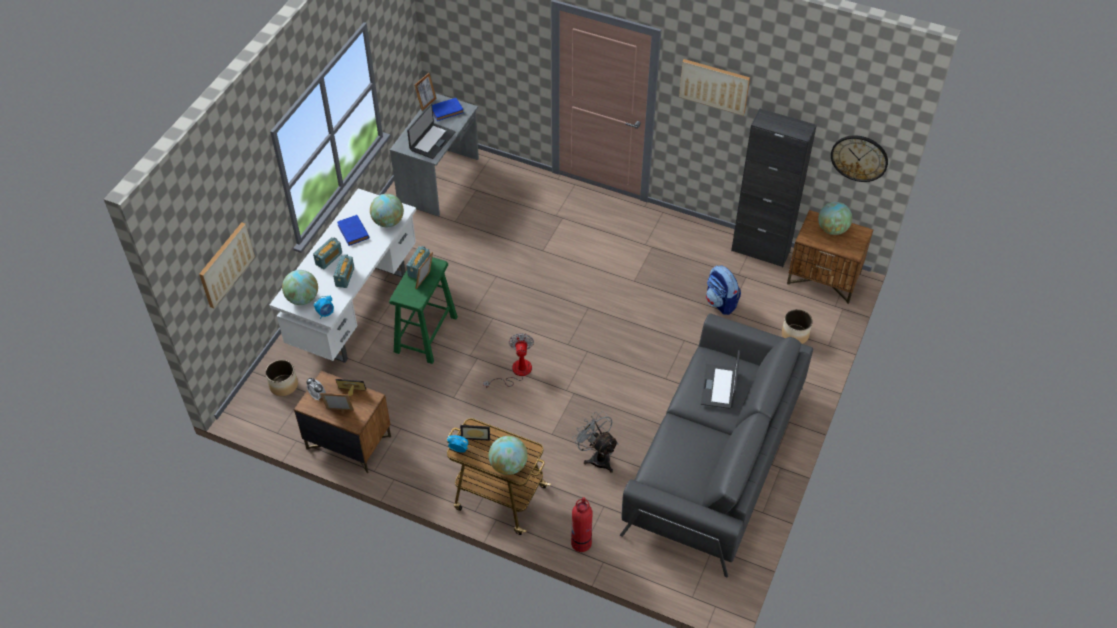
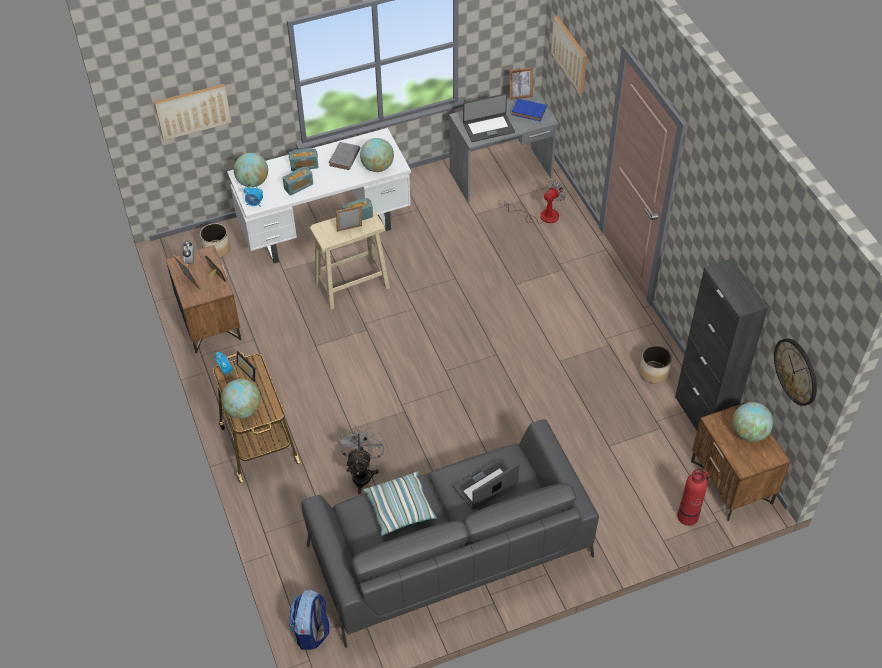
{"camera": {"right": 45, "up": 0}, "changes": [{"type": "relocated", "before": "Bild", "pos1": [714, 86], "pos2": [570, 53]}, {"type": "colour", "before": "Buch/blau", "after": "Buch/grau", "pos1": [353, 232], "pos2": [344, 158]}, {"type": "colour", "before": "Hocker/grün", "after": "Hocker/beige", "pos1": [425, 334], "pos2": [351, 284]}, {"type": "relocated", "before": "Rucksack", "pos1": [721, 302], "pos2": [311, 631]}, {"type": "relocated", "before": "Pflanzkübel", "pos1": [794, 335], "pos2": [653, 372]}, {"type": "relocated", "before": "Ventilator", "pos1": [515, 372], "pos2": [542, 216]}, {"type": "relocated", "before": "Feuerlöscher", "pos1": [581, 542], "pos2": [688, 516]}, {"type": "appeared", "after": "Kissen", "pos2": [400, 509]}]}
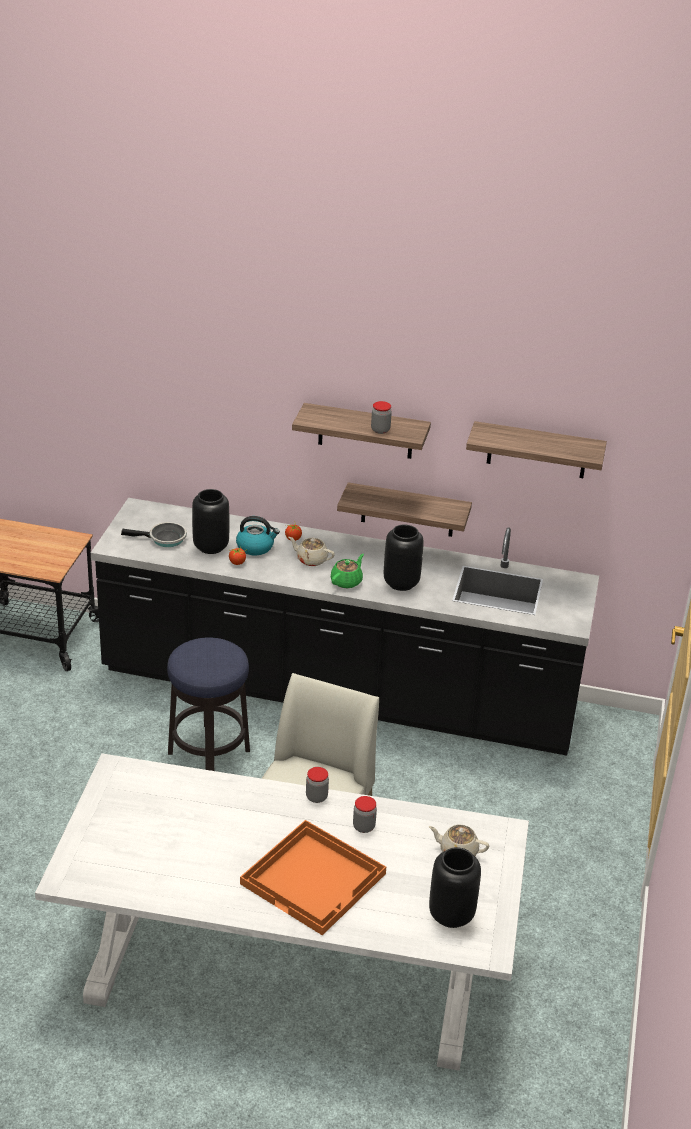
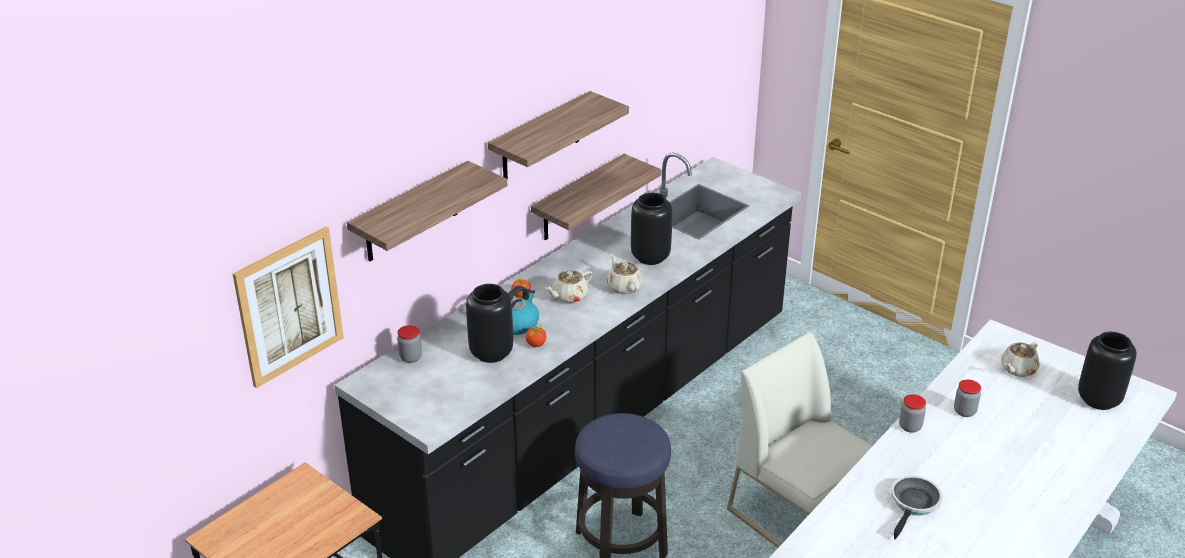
{"camera": {"right": -60, "up": 0}, "changes": [{"type": "relocated", "before": "Vorratsglas", "pos1": [380, 430], "pos2": [410, 357]}, {"type": "relocated", "before": "Wandregal", "pos1": [537, 450], "pos2": [411, 213]}, {"type": "relocated", "before": "Pfanne", "pos1": [164, 539], "pos2": [914, 504]}, {"type": "colour", "before": "Teekanne/grün", "after": "Teekanne/beige", "pos1": [347, 581], "pos2": [624, 286]}, {"type": "missing", "before": "Tablett/orange", "pos1": [315, 878]}, {"type": "appeared", "after": "Bild", "pos2": [289, 306]}]}
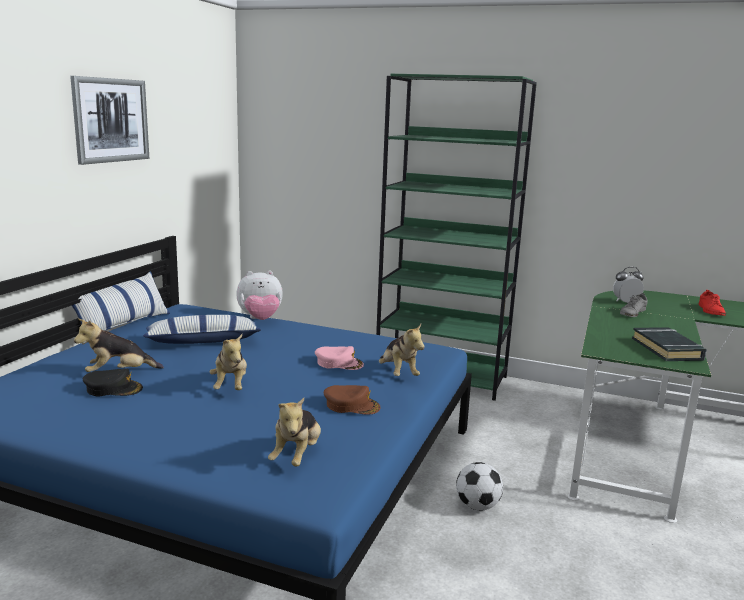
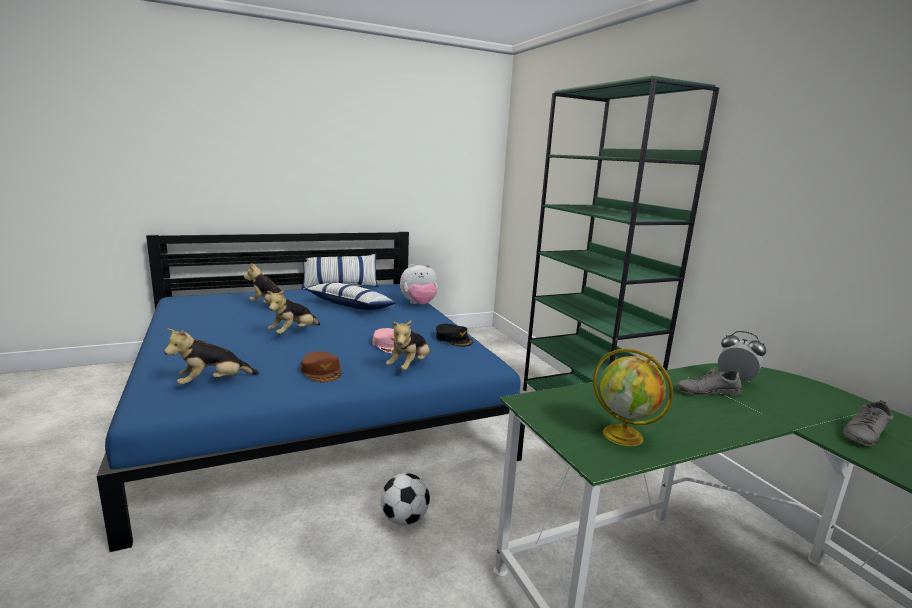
{"camera": {"right": 45, "up": 0}, "changes": [{"type": "missing", "before": "Bild", "pos1": [111, 120]}, {"type": "spun", "before": "Plüschtier", "pos1": [260, 319], "pos2": [419, 304], "turn": -45}, {"type": "colour", "before": "Schuh/rot", "after": "Schuh/grau", "pos1": [711, 311], "pos2": [865, 433]}, {"type": "exchanged", "before": "Buch/schwarz", "after": "Globus", "pos1": [667, 349], "pos2": [624, 436]}, {"type": "relocated", "before": "Kappe/schwarz", "pos1": [113, 388], "pos2": [454, 339]}]}
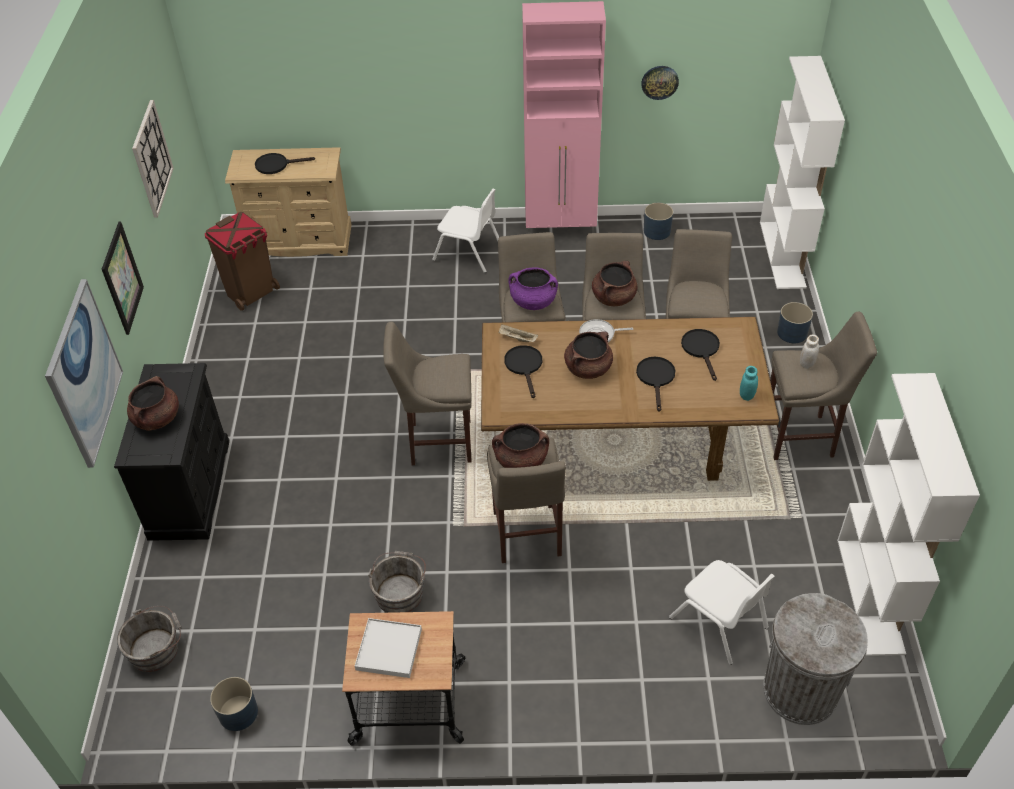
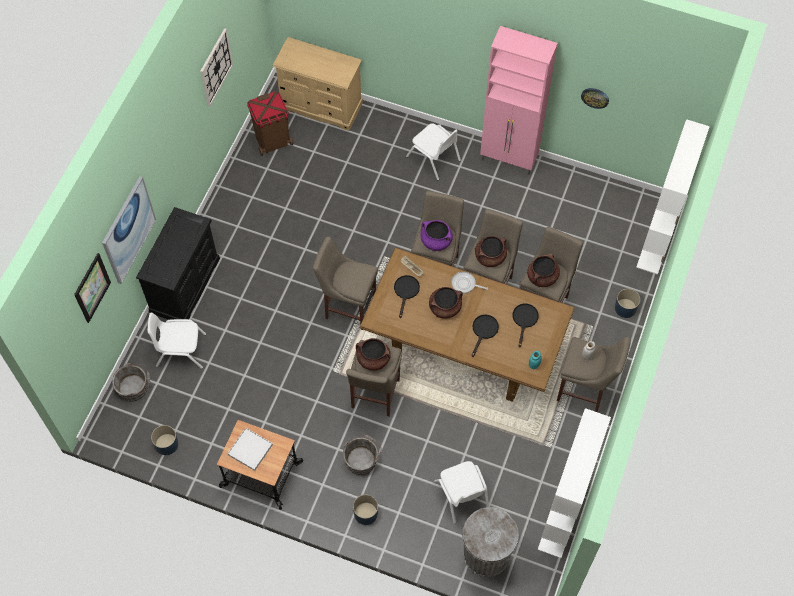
{"camera": {"right": 20, "up": 15}, "changes": [{"type": "missing", "before": "Pfanne/schwarz", "pos1": [276, 165]}, {"type": "relocated", "before": "Pflanzkübel/blau", "pos1": [656, 231], "pos2": [365, 513]}, {"type": "relocated", "before": "Bild", "pos1": [122, 278], "pos2": [92, 288]}, {"type": "relocated", "before": "Kochtopf/braun", "pos1": [157, 419], "pos2": [542, 277]}, {"type": "relocated", "before": "Eimer/grau", "pos1": [400, 592], "pos2": [362, 458]}, {"type": "appeared", "after": "Stuhl/weiß", "pos2": [180, 350]}]}
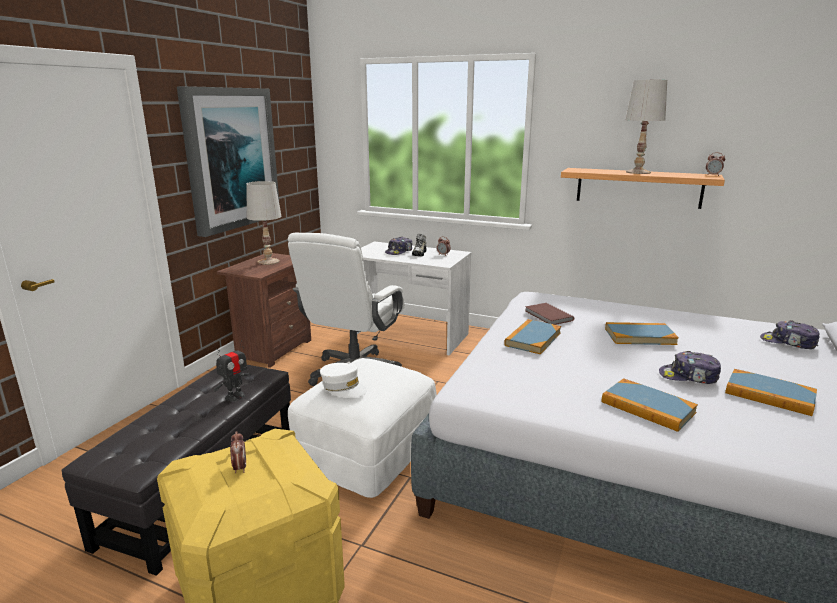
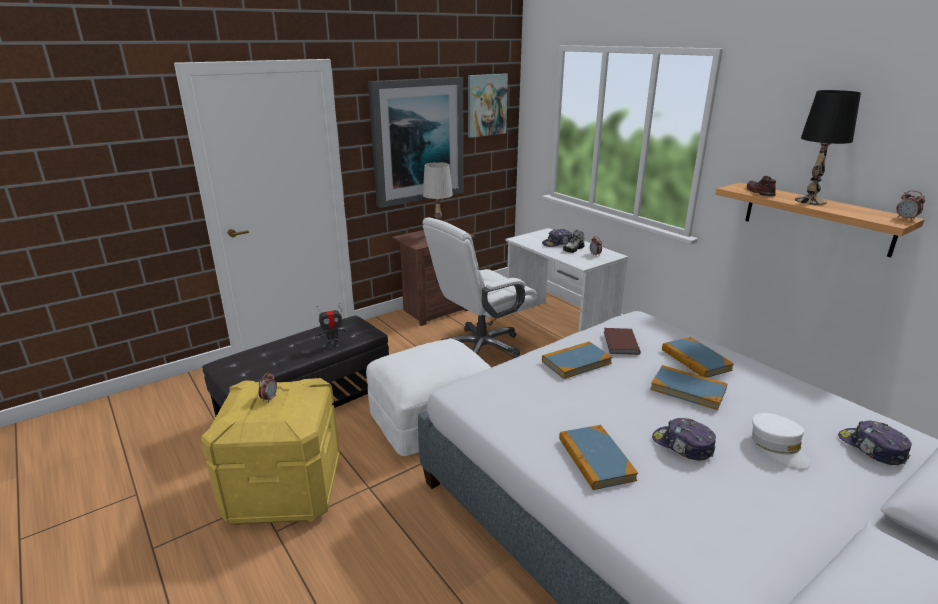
{"camera": {"right": 30, "up": 5}, "changes": [{"type": "colour", "before": "Tischlampe/weiß", "after": "Tischlampe/schwarz", "pos1": [637, 172], "pos2": [810, 201]}, {"type": "relocated", "before": "Kappe/weiß", "pos1": [343, 387], "pos2": [778, 447]}, {"type": "relocated", "before": "Buch", "pos1": [769, 395], "pos2": [695, 360]}, {"type": "appeared", "after": "Bild", "pos2": [486, 105]}, {"type": "appeared", "after": "Schuh/braun", "pos2": [759, 192]}]}
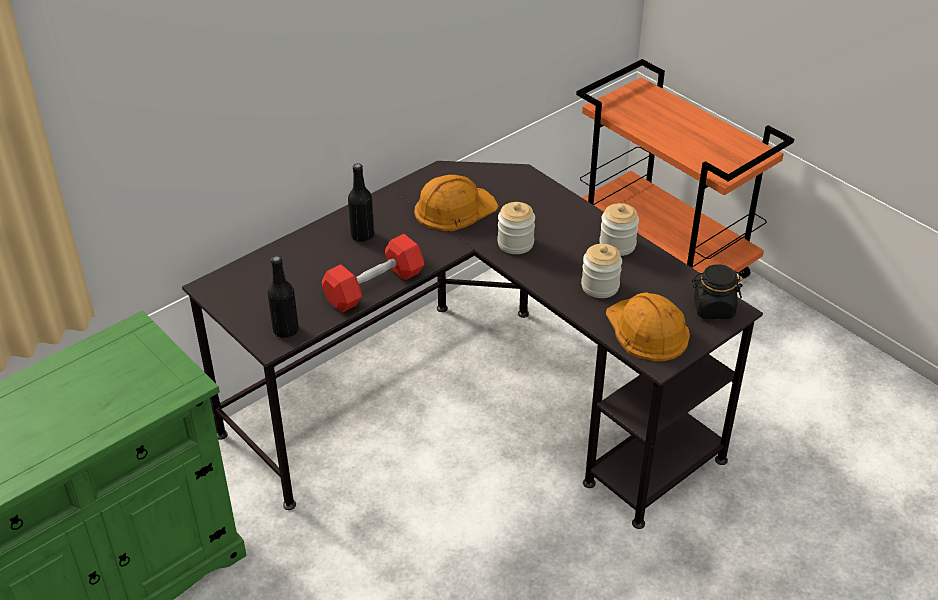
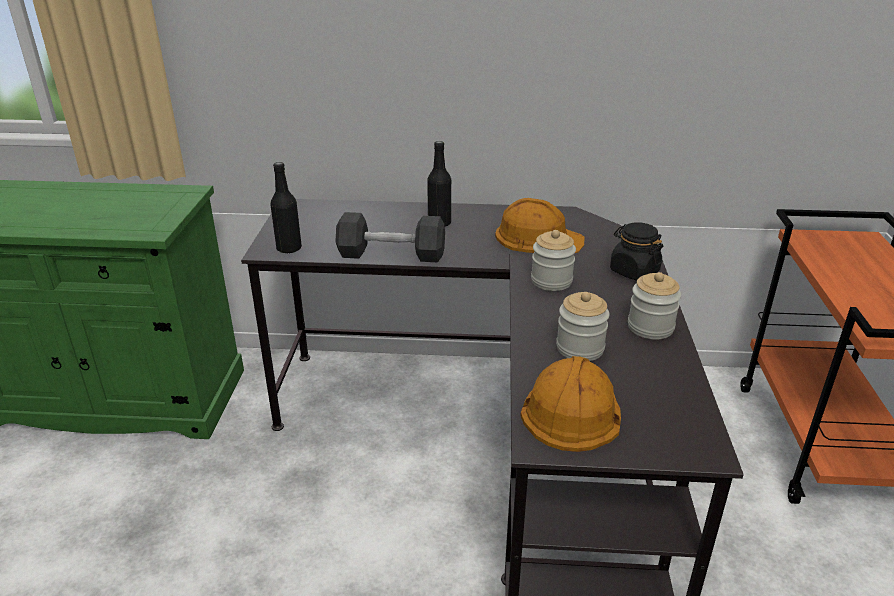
{"camera": {"right": 45, "up": -10}, "changes": [{"type": "colour", "before": "Hantel/rot", "after": "Hantel/schwarz", "pos1": [374, 287], "pos2": [391, 254]}, {"type": "relocated", "before": "Vorratsglas/schwarz", "pos1": [713, 308], "pos2": [634, 271]}]}
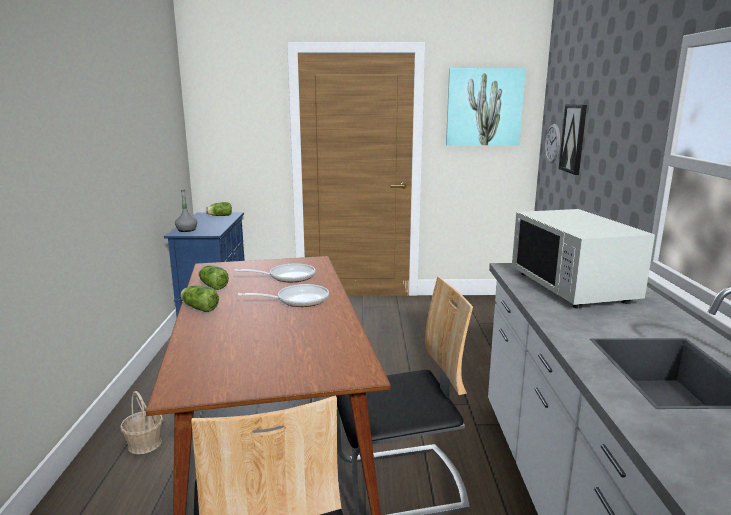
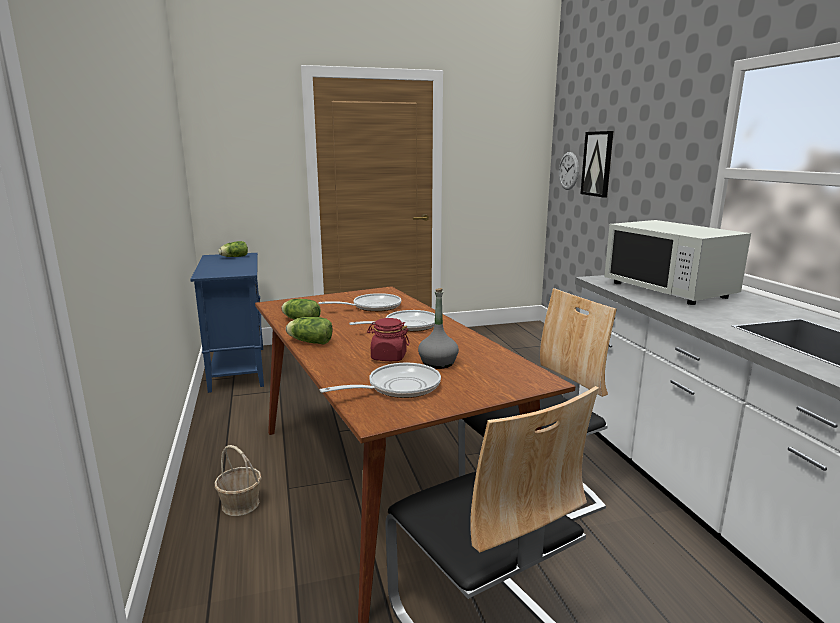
{"camera": {"right": -15, "up": 0}, "changes": [{"type": "missing", "before": "Bild", "pos1": [484, 107]}, {"type": "relocated", "before": "Flasche/grau", "pos1": [186, 230], "pos2": [438, 363]}, {"type": "appeared", "after": "Vorratsglas/rot", "pos2": [388, 357]}, {"type": "appeared", "after": "Pfanne", "pos2": [398, 387]}]}
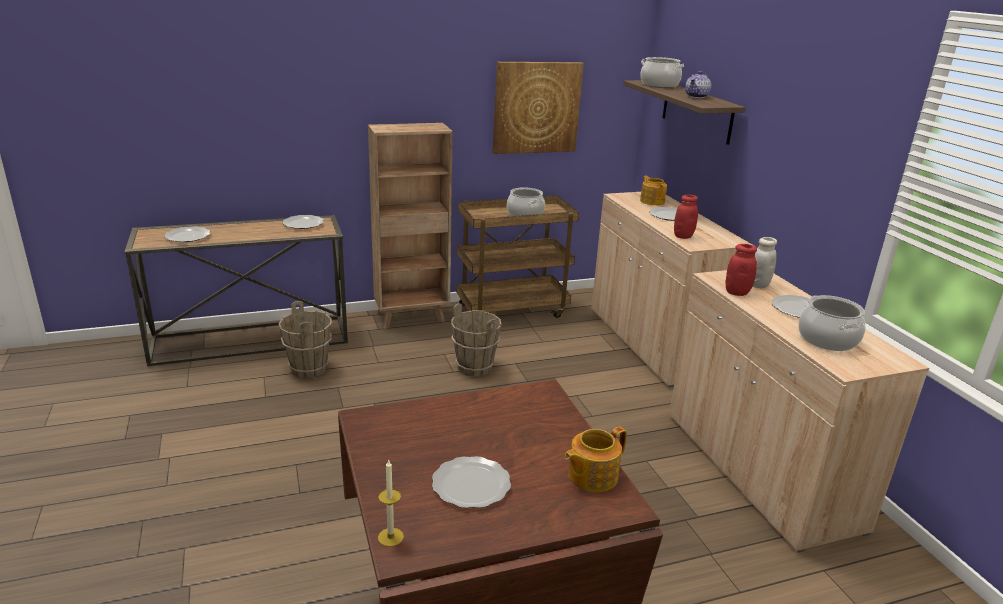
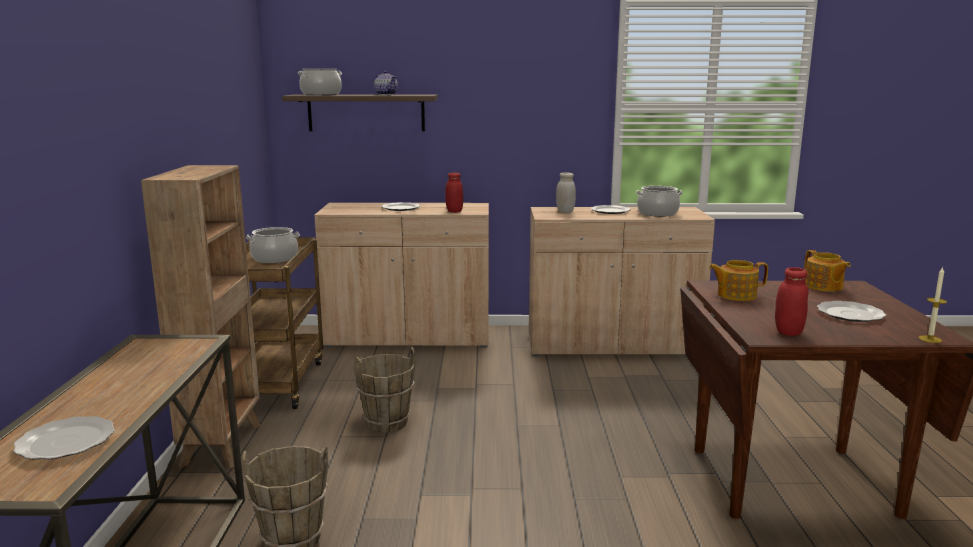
{"camera": {"right": -70, "up": -10}, "changes": [{"type": "missing", "before": "Bild", "pos1": [536, 107]}, {"type": "relocated", "before": "Teekanne", "pos1": [652, 201], "pos2": [735, 295]}, {"type": "missing", "before": "Teller", "pos1": [303, 223]}, {"type": "relocated", "before": "Vorratsglas/rot", "pos1": [737, 292], "pos2": [788, 332]}]}
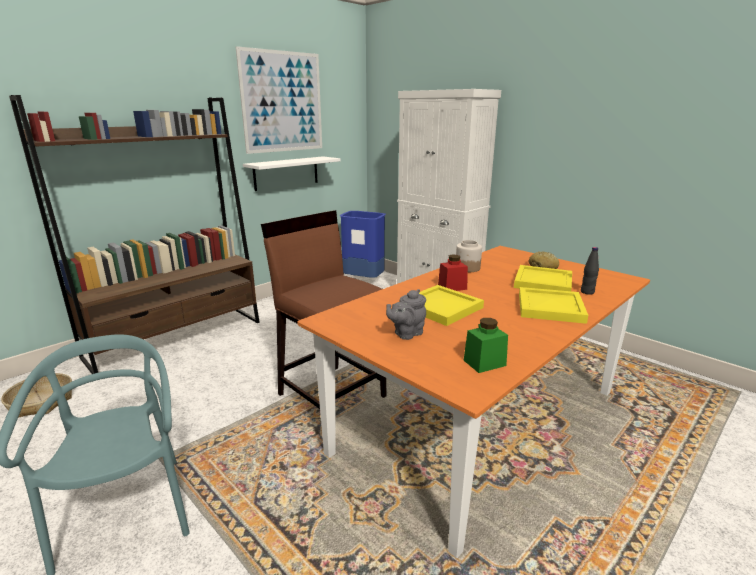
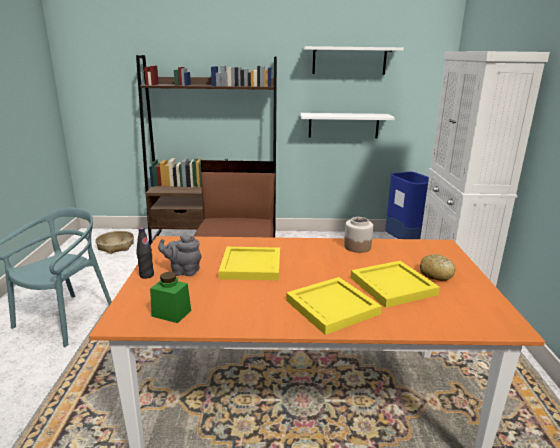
{"camera": {"right": 45, "up": 0}, "changes": [{"type": "exchanged", "before": "Bild", "after": "Wandregal/weiß", "pos1": [282, 102], "pos2": [349, 60]}, {"type": "relocated", "before": "Flasche/schwarz", "pos1": [587, 292], "pos2": [146, 275]}, {"type": "missing", "before": "Vorratsglas/rot", "pos1": [452, 287]}]}
